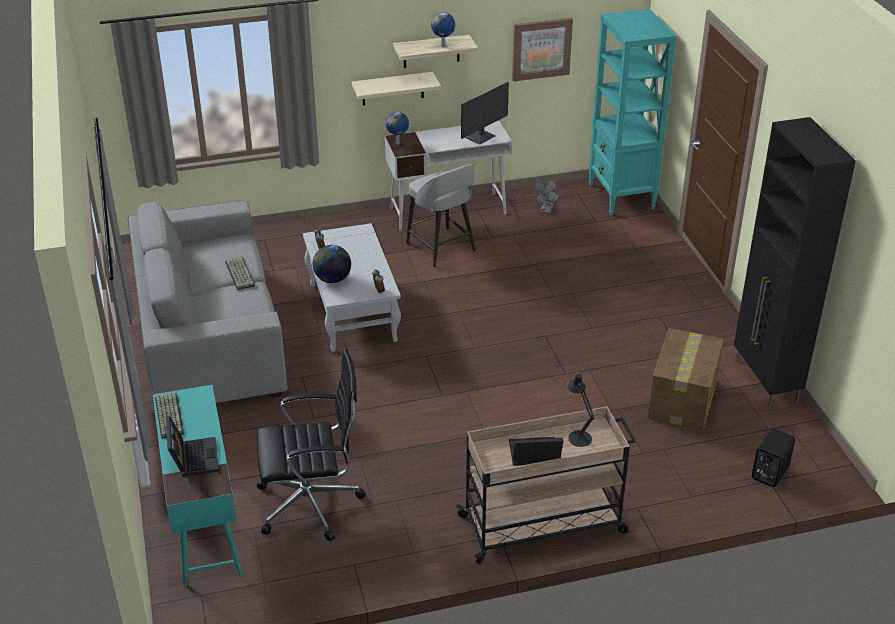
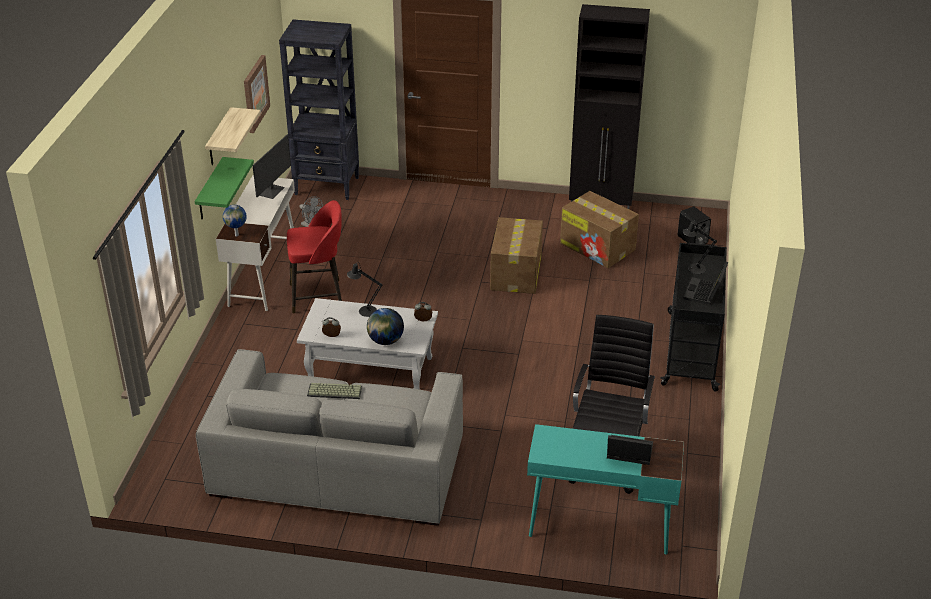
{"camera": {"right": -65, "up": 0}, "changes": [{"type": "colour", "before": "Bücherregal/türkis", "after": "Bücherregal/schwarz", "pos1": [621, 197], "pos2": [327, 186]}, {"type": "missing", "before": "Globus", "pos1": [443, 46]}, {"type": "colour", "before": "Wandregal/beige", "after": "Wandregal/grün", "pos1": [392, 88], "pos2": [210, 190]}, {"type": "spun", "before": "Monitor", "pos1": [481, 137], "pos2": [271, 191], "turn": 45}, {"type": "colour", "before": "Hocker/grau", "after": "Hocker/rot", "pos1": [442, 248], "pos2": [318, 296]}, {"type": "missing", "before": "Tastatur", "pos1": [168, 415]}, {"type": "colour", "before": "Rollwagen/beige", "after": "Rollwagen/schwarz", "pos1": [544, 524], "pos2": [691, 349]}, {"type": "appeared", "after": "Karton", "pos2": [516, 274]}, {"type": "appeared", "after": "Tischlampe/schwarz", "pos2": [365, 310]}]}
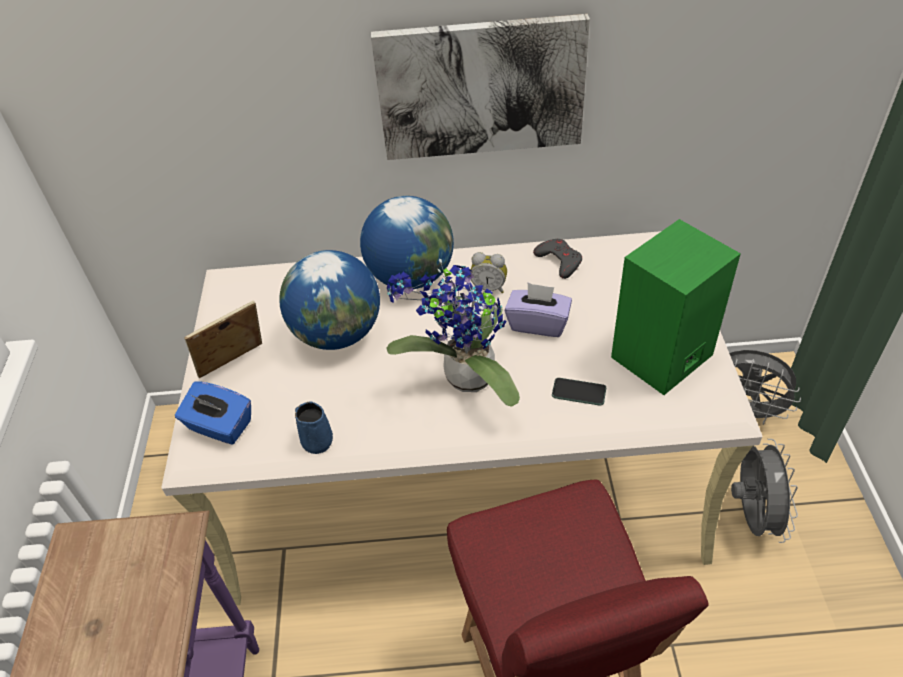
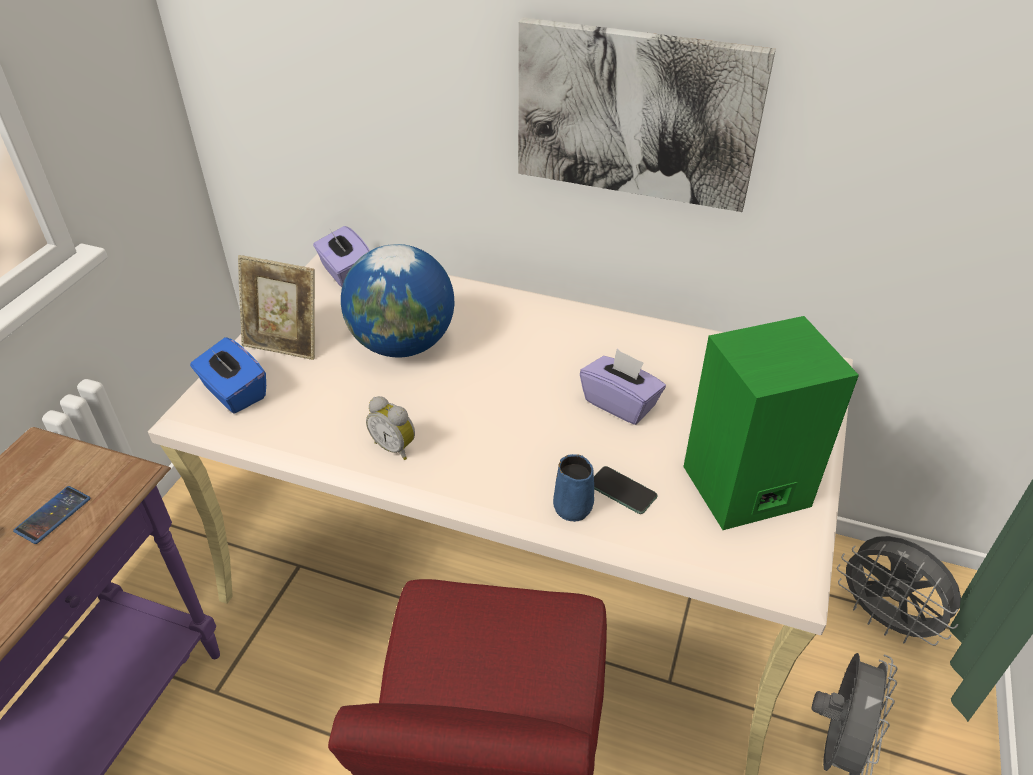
{"camera": {"right": 20, "up": -5}, "changes": [{"type": "missing", "before": "Globus", "pos1": [411, 277]}, {"type": "missing", "before": "Gamepad/grau", "pos1": [559, 261]}, {"type": "relocated", "before": "Wecker", "pos1": [489, 287], "pos2": [395, 447]}, {"type": "missing", "before": "Topfpflanze", "pos1": [464, 380]}, {"type": "spun", "before": "Bilderrahmen", "pos1": [235, 368], "pos2": [285, 344], "turn": -150}, {"type": "relocated", "before": "Henkelbecher/blau", "pos1": [316, 441], "pos2": [572, 506]}, {"type": "appeared", "after": "Taschentuchbox/lila", "pos2": [345, 273]}, {"type": "appeared", "after": "Handy", "pos2": [53, 515]}]}
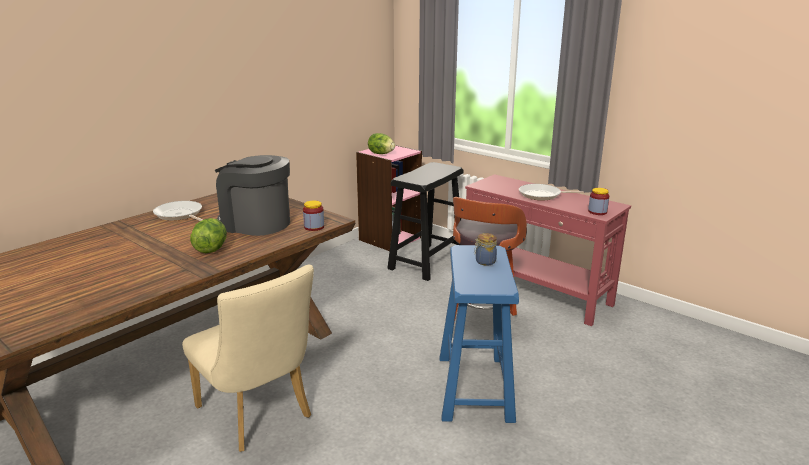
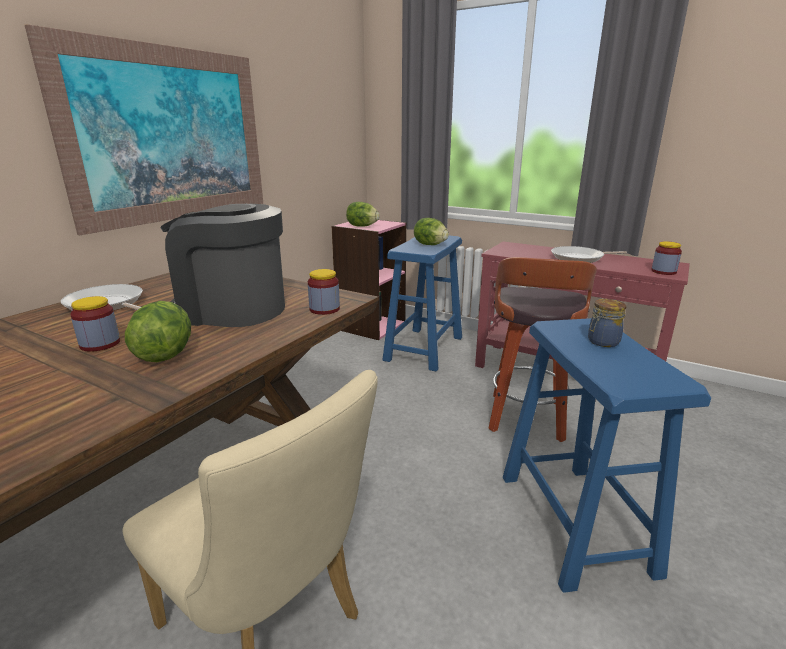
{"camera": {"right": -10, "up": 0}, "changes": [{"type": "colour", "before": "Hocker/schwarz", "after": "Hocker/blau", "pos1": [426, 262], "pos2": [423, 349]}, {"type": "appeared", "after": "Bild", "pos2": [171, 135]}, {"type": "appeared", "after": "Salatkopf", "pos2": [430, 245]}, {"type": "appeared", "after": "Vorratsglas", "pos2": [100, 344]}]}
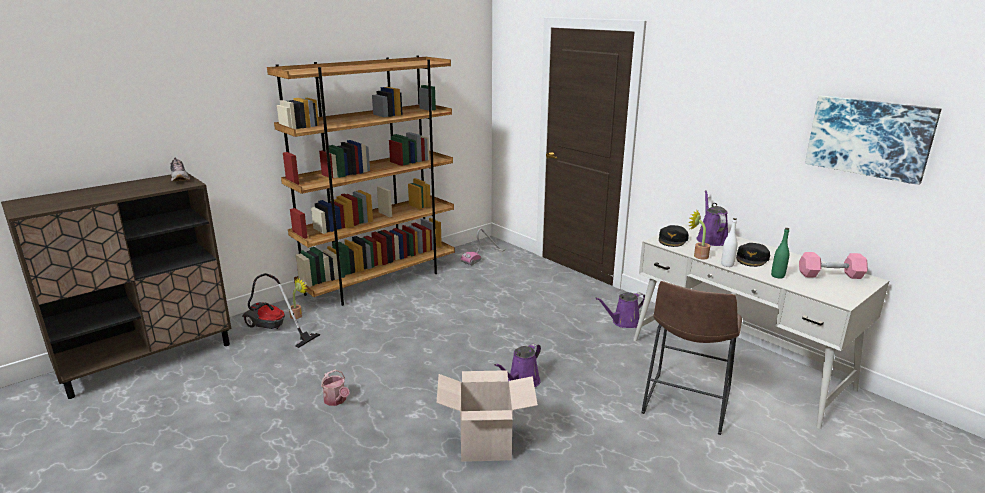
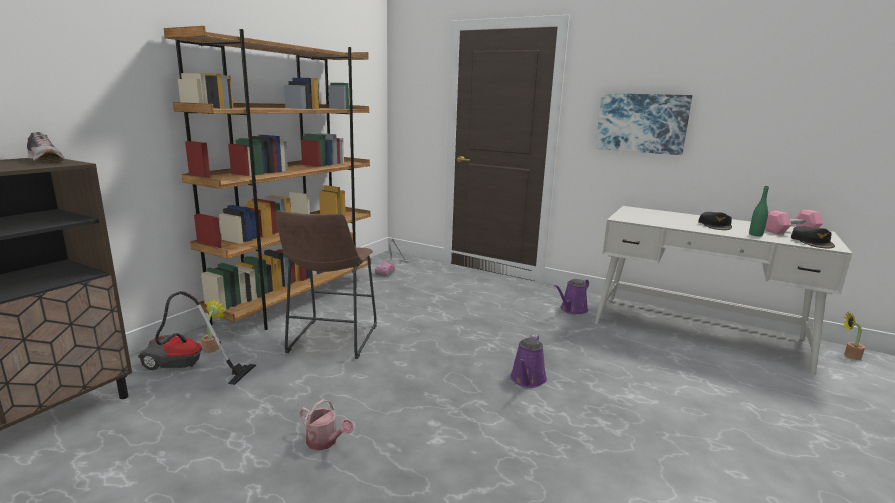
{"camera": {"right": -20, "up": -5}, "changes": [{"type": "relocated", "before": "Bild", "pos1": [869, 137], "pos2": [641, 123]}, {"type": "missing", "before": "Gießkanne/lila", "pos1": [711, 239]}, {"type": "relocated", "before": "Topfpflanze", "pos1": [698, 256], "pos2": [849, 355]}, {"type": "missing", "before": "Flasche/weiß", "pos1": [727, 265]}, {"type": "relocated", "before": "Kappe/schwarz", "pos1": [673, 240], "pos2": [812, 242]}, {"type": "relocated", "before": "Hocker/braun", "pos1": [684, 405], "pos2": [331, 341]}, {"type": "missing", "before": "Karton", "pos1": [485, 445]}]}
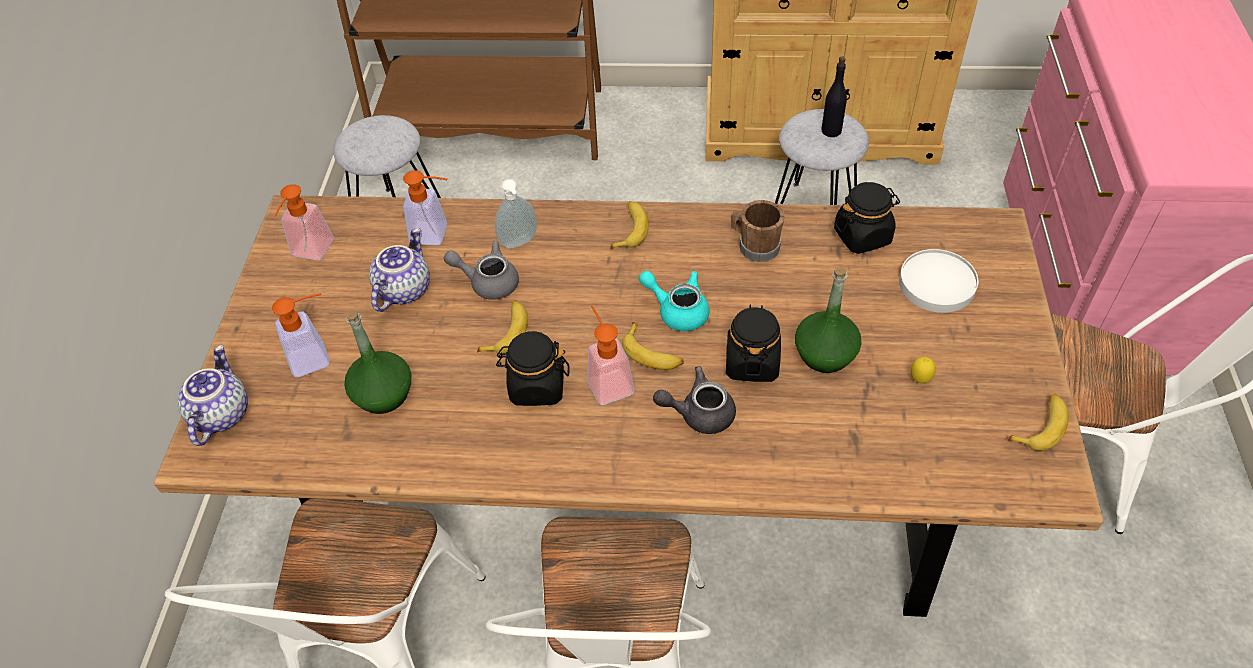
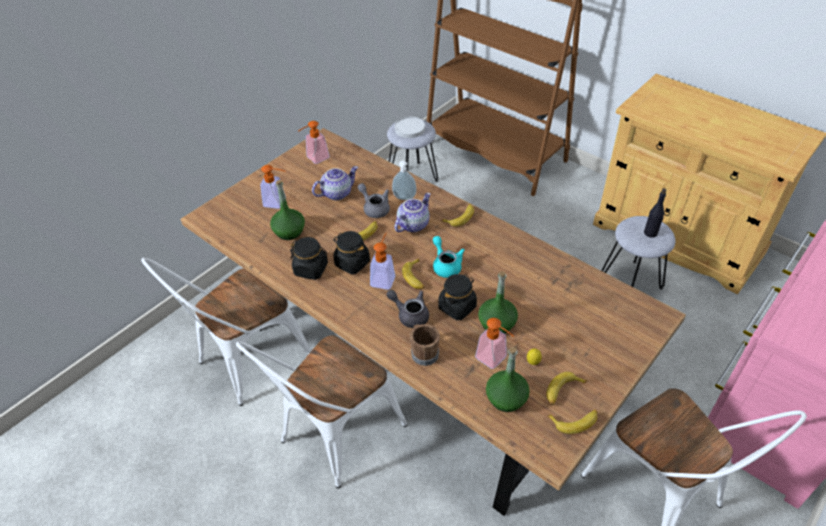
{"camera": {"right": 35, "up": -5}, "changes": [{"type": "relocated", "before": "Seifenspender", "pos1": [436, 234], "pos2": [495, 360]}, {"type": "relocated", "before": "Vorratsglas/schwarz", "pos1": [862, 236], "pos2": [311, 269]}, {"type": "relocated", "before": "Henkelbecher/braun", "pos1": [754, 246], "pos2": [423, 352]}, {"type": "relocated", "before": "Teller/weiß", "pos1": [936, 284], "pos2": [409, 129]}, {"type": "relocated", "before": "Teekanne", "pos1": [220, 414], "pos2": [412, 224]}, {"type": "appeared", "after": "Flasche/grün", "pos2": [506, 398]}, {"type": "appeared", "after": "Banane", "pos2": [562, 391]}]}
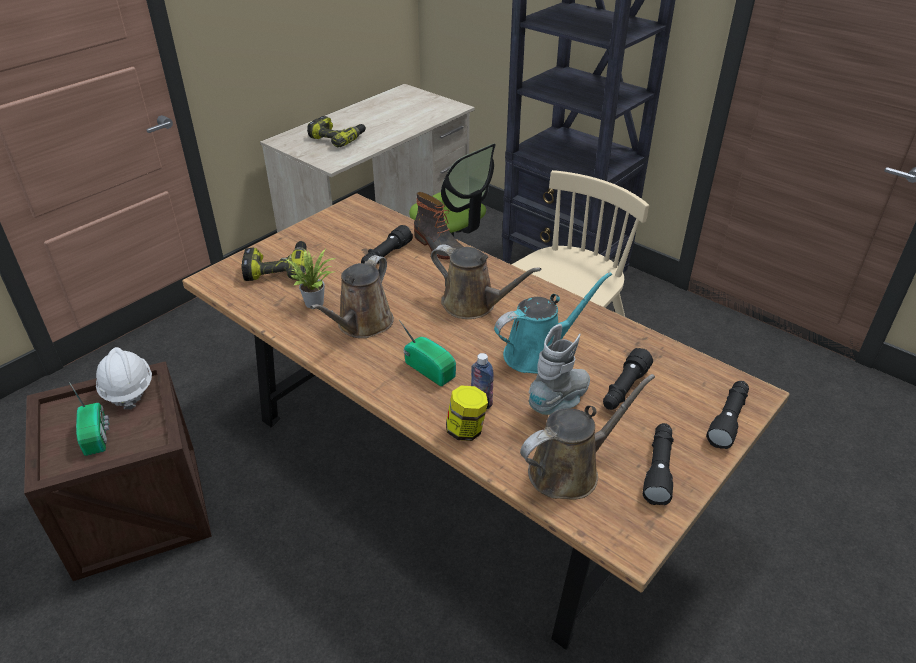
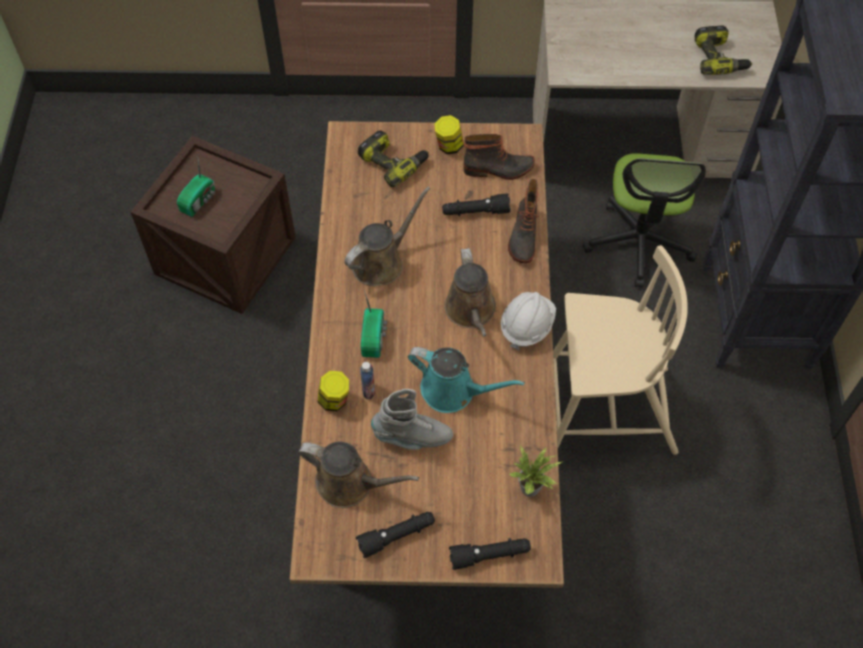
{"camera": {"right": 50, "up": 20}, "changes": [{"type": "relocated", "before": "Bohrmaschine", "pos1": [338, 138], "pos2": [719, 58]}, {"type": "relocated", "before": "Topfpflanze", "pos1": [316, 302], "pos2": [532, 488]}, {"type": "spun", "before": "Gießkanne/braun", "pos1": [362, 325], "pos2": [382, 262], "turn": 150}, {"type": "relocated", "before": "Schutzhelm/weiß", "pos1": [127, 389], "pos2": [526, 326]}, {"type": "missing", "before": "Taschenlampe/schwarz", "pos1": [624, 389]}, {"type": "appeared", "after": "Vorratsglas", "pos2": [449, 146]}, {"type": "appeared", "after": "Stiefel", "pos2": [498, 169]}]}
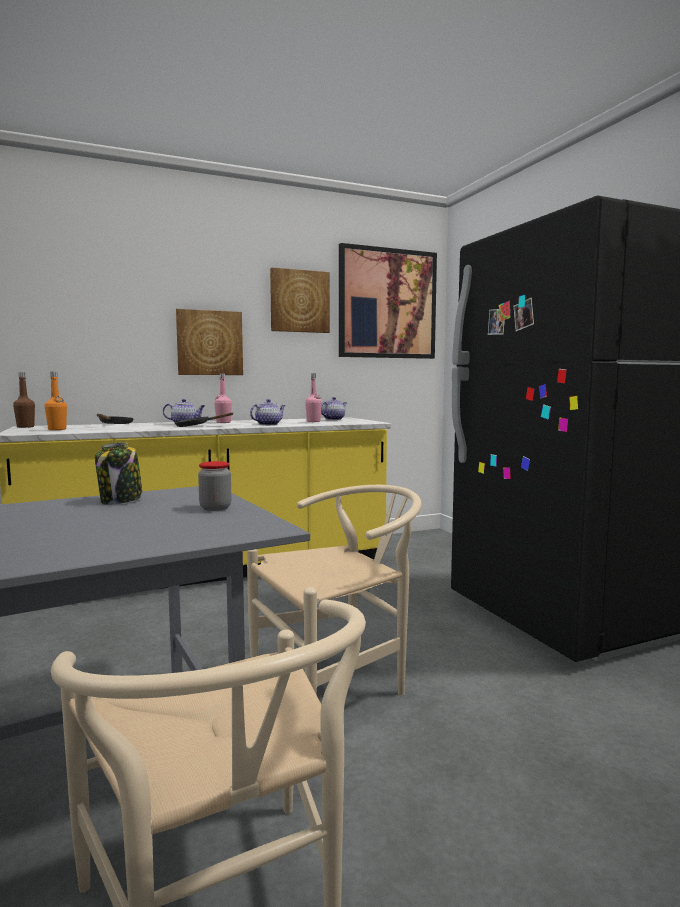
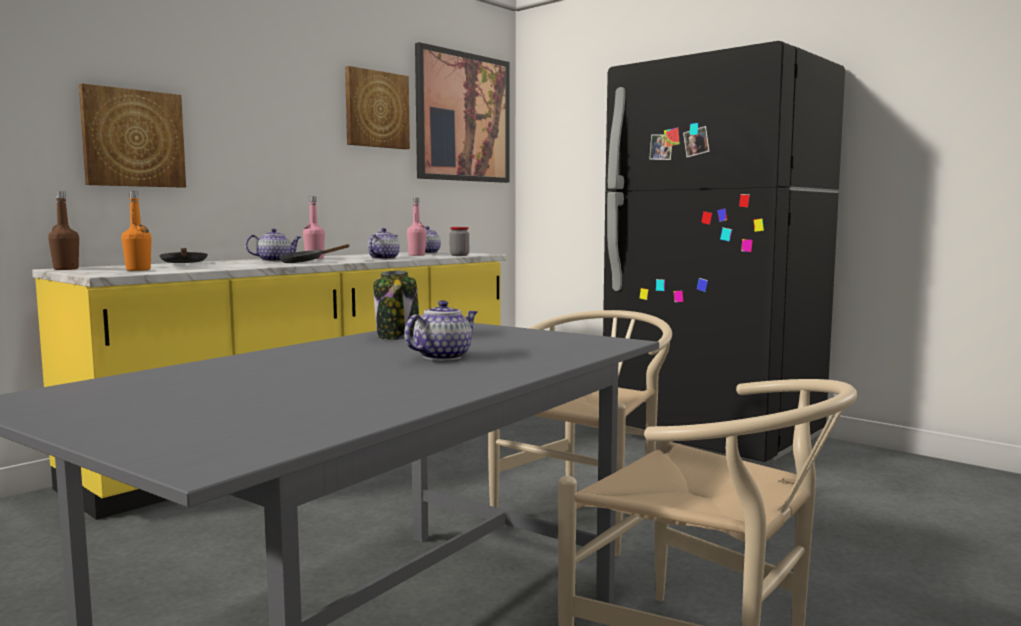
{"camera": {"right": -25, "up": 0}, "changes": [{"type": "relocated", "before": "Bild", "pos1": [209, 343], "pos2": [133, 138]}, {"type": "relocated", "before": "Vorratsglas", "pos1": [215, 508], "pos2": [459, 255]}, {"type": "appeared", "after": "Teekanne", "pos2": [443, 357]}]}
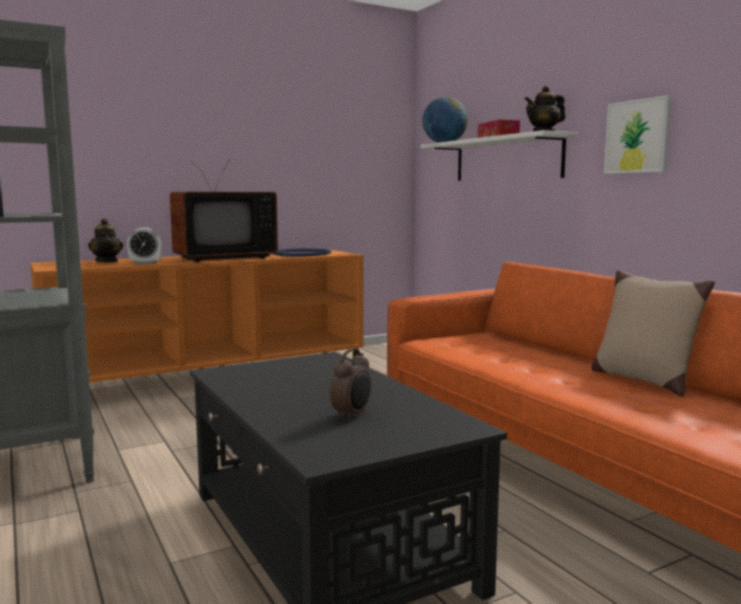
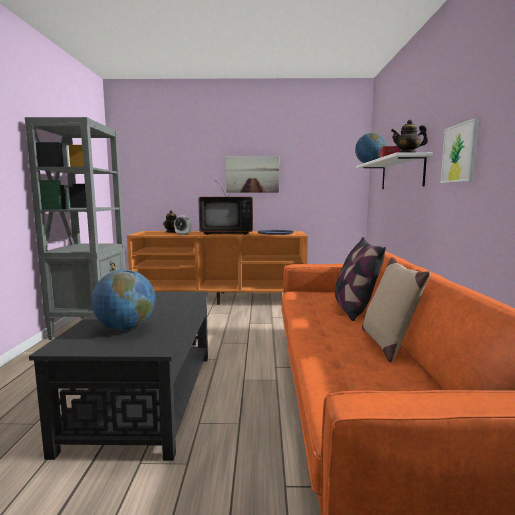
{"camera": {"right": 30, "up": 0}, "changes": [{"type": "exchanged", "before": "Wecker", "after": "Globus", "pos1": [352, 415], "pos2": [125, 328]}, {"type": "appeared", "after": "Bild", "pos2": [252, 174]}, {"type": "appeared", "after": "Kissen", "pos2": [353, 309]}]}
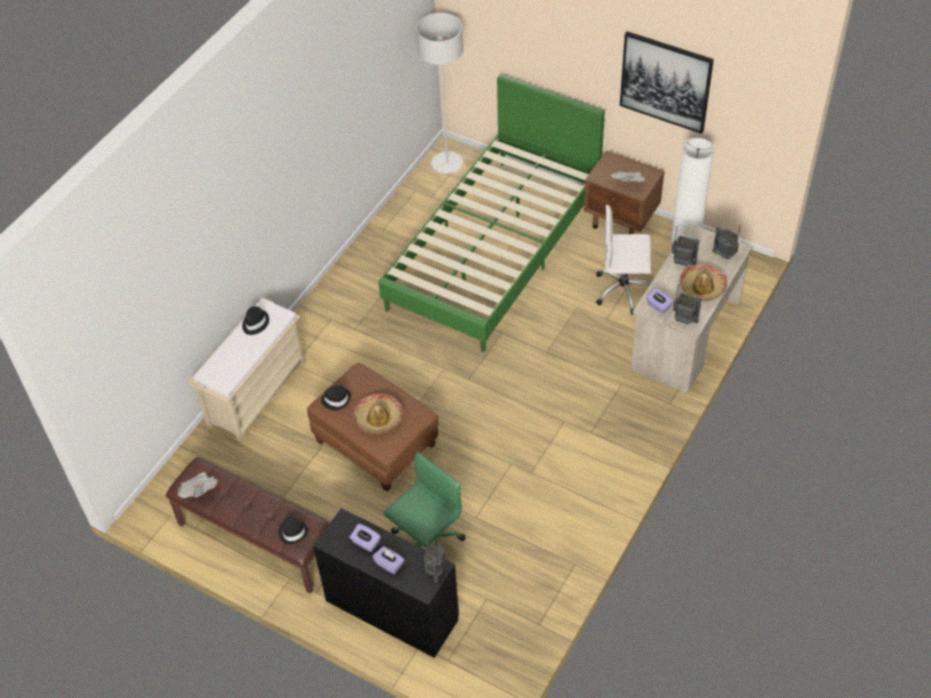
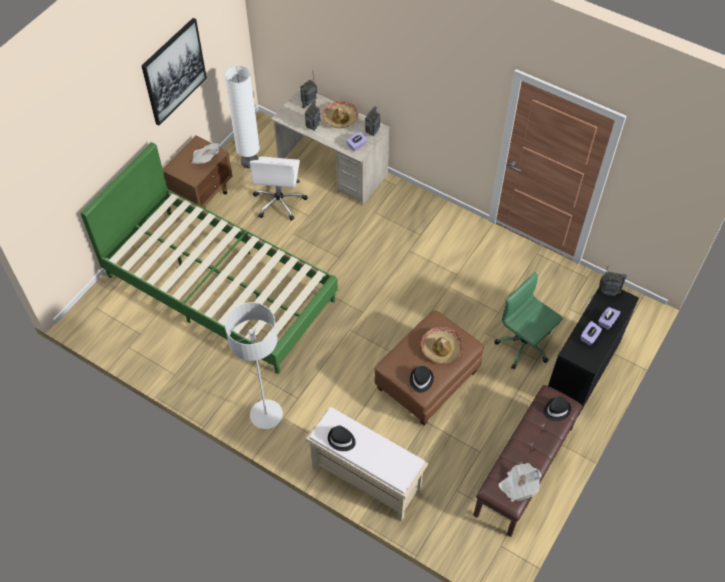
{"camera": {"right": -90, "up": 5}, "changes": [{"type": "relocated", "before": "Stehlampe/grau", "pos1": [447, 164], "pos2": [266, 415]}]}
